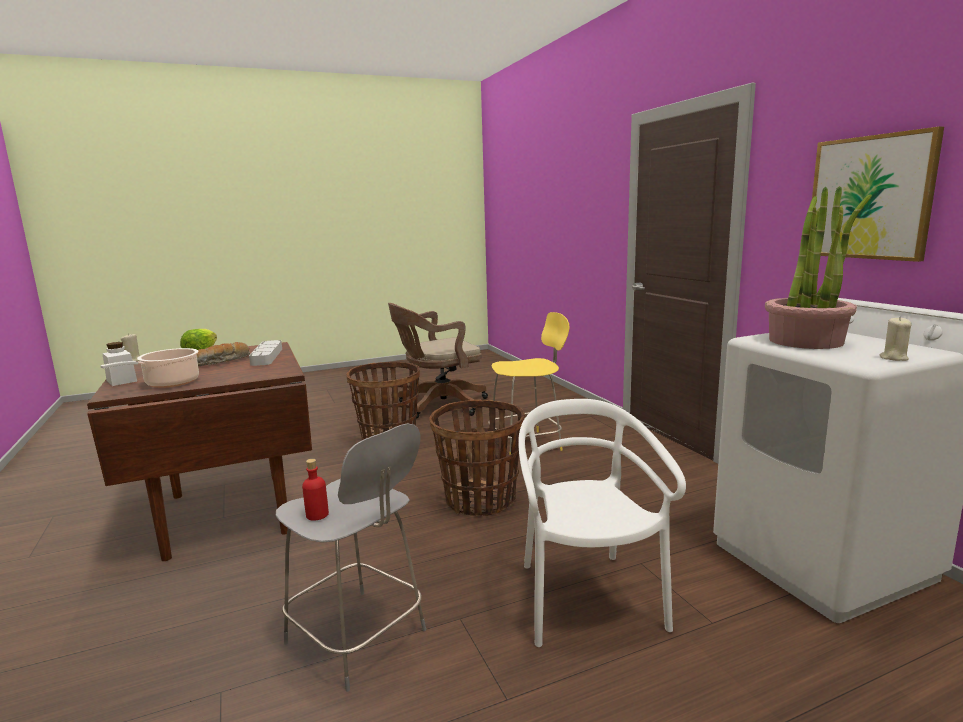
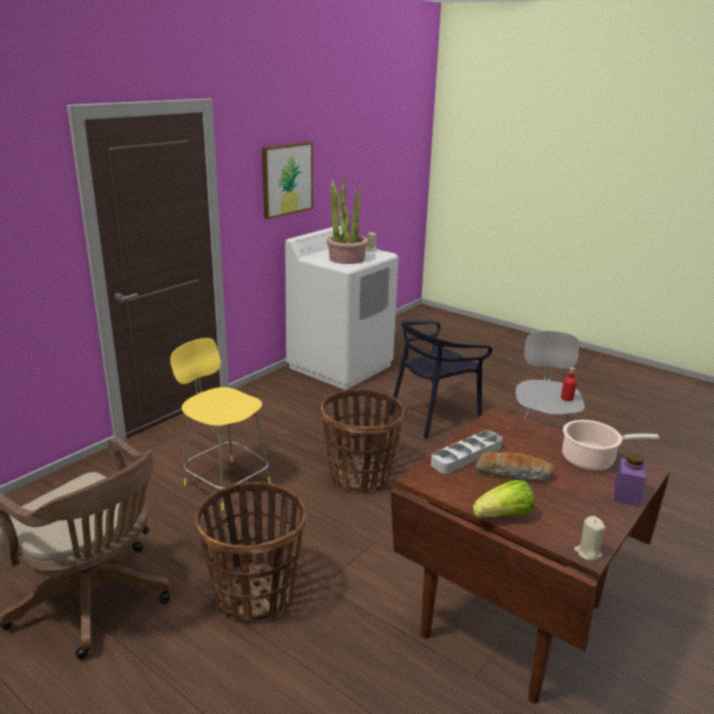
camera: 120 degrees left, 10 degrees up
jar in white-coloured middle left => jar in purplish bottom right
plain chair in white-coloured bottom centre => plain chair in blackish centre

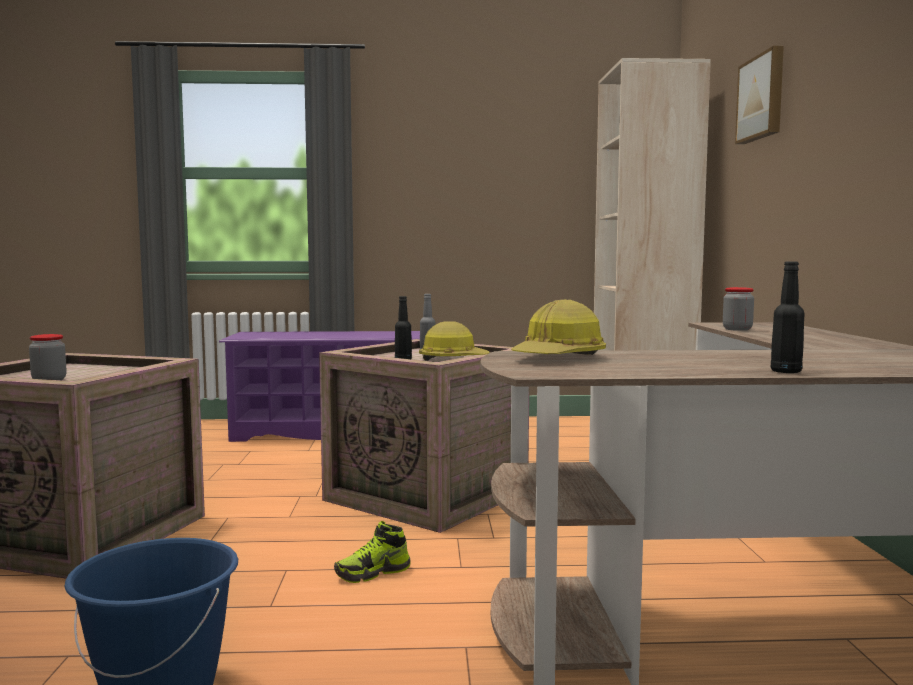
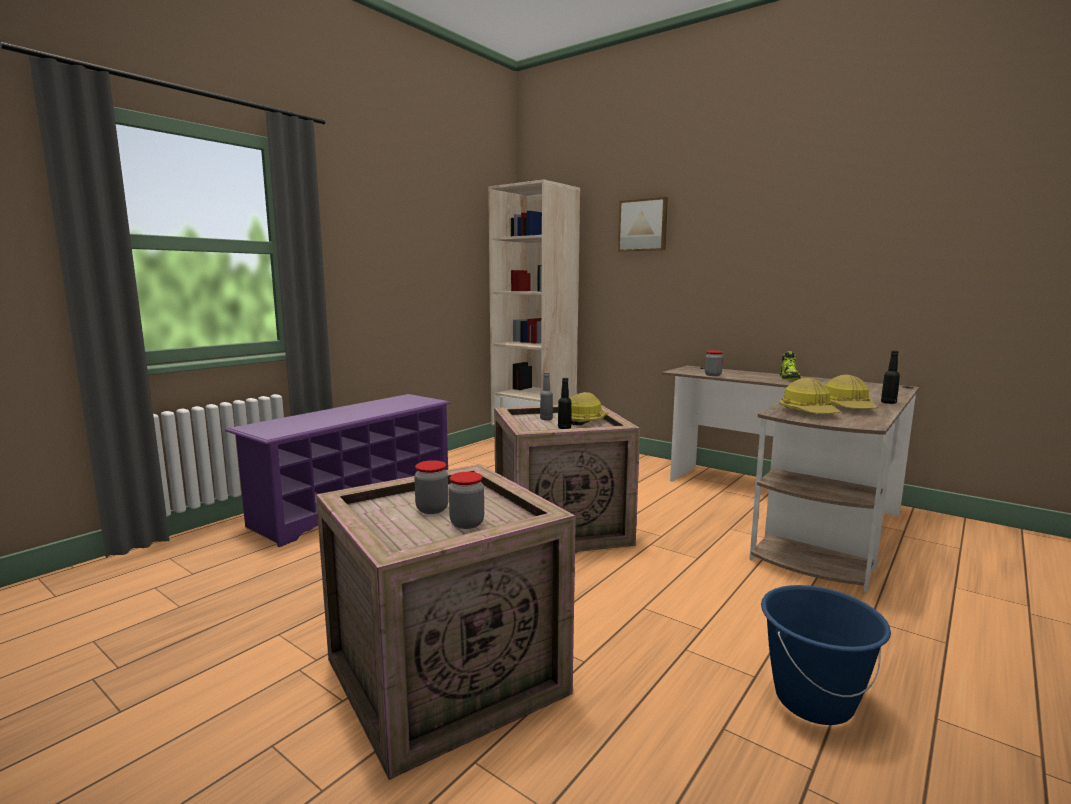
camera: 50 degrees left, 5 degrees up
item of footwear bottom centre => item of footwear middle right, move
nothing => jar (1st from left) centre
nothing => work helmet (3rd from left) middle right

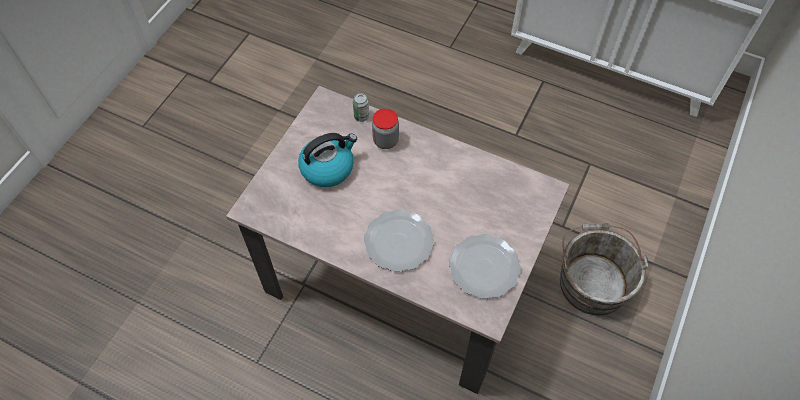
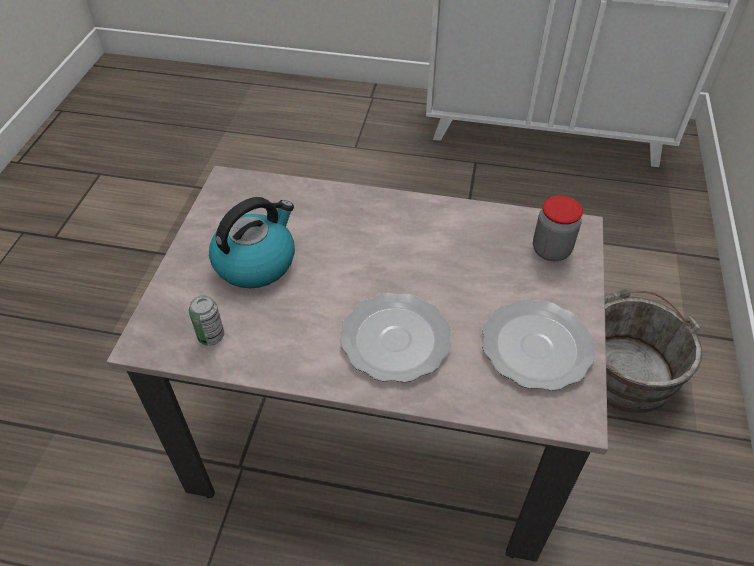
camera: 15 degrees left, 10 degrees down
sealed can top centre => sealed can middle left, move
jar top centre => jar middle right, move

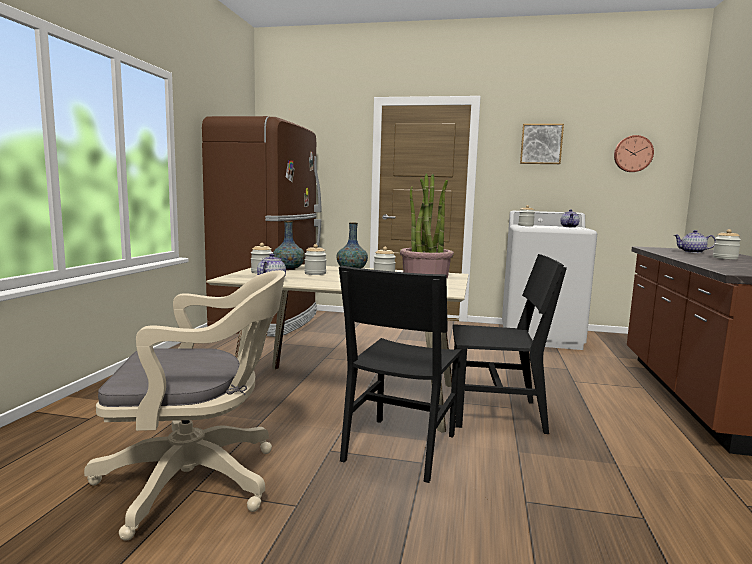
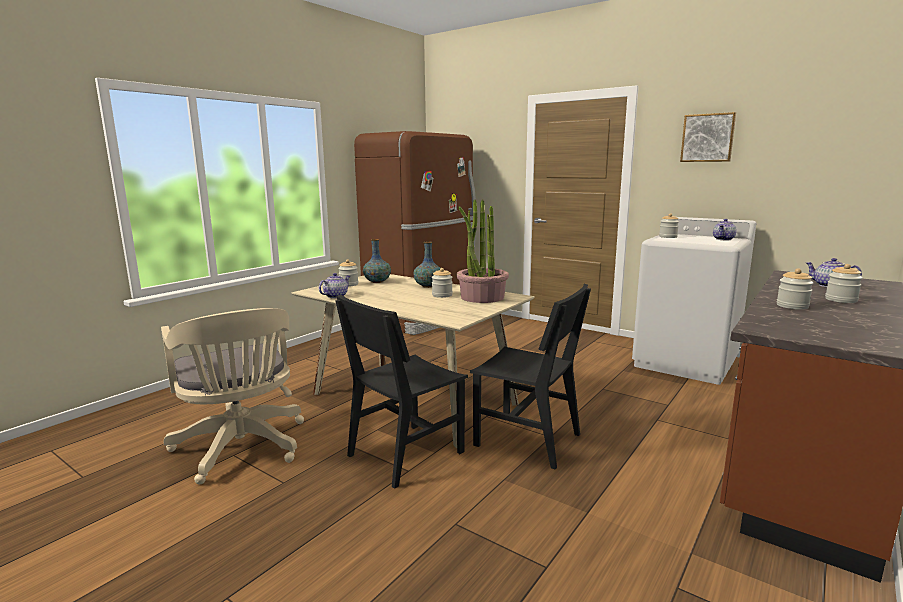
camera: 25 degrees right, 5 degrees up
desk chair in sand-coloured bottom left => desk chair in sand-coloured middle left, 45 degrees clockwise
jar (2nd from left in the first image) centre => jar (4th from left) middle right, move
clock on the wall top right => nothing

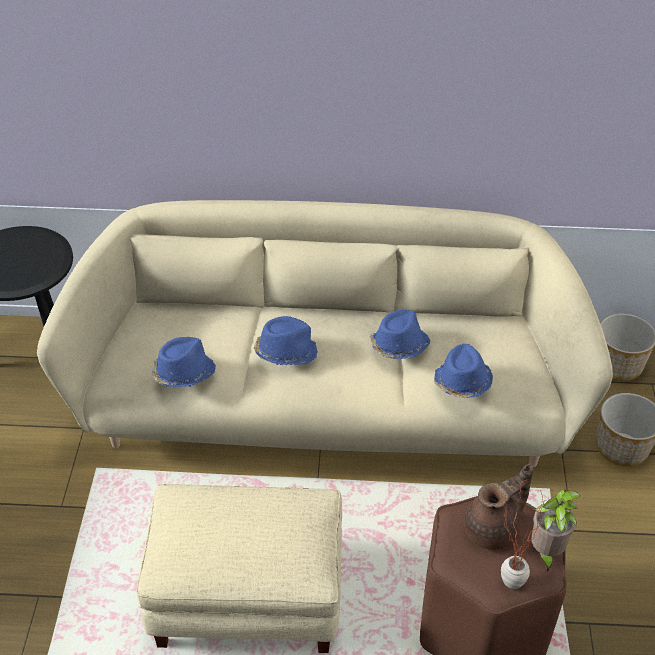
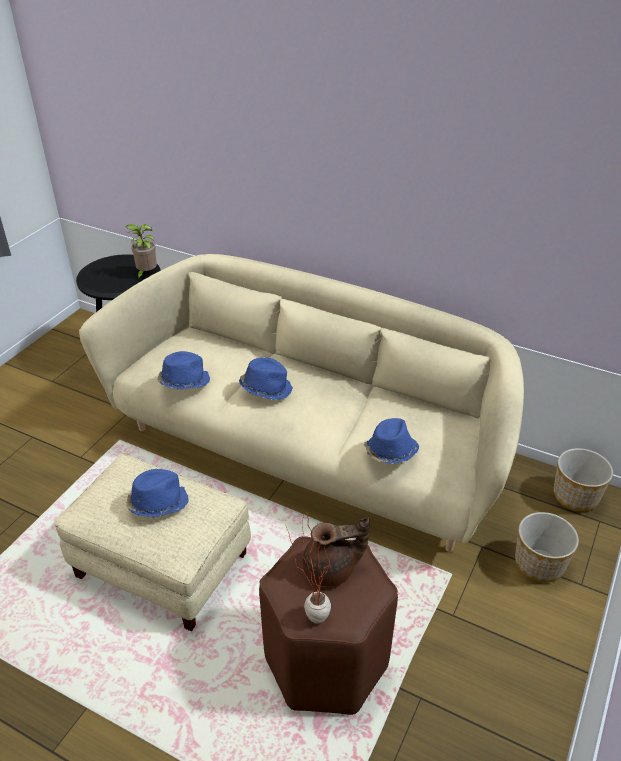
camera: 25 degrees right, 5 degrees down
clothing hat in blue-coloured (3rd from left in the first image) centre => clothing hat in blue-coloured (1st from left) middle left, move
potted plant (2nd from left in the first image) bottom right => potted plant (1st from left) top left, move

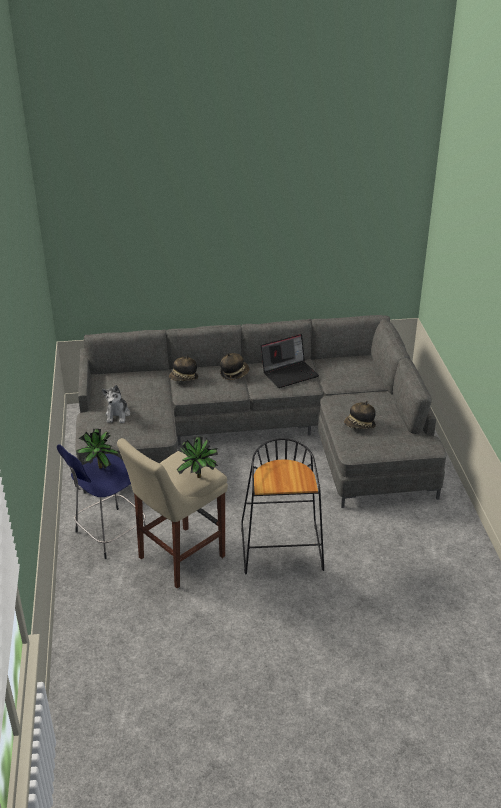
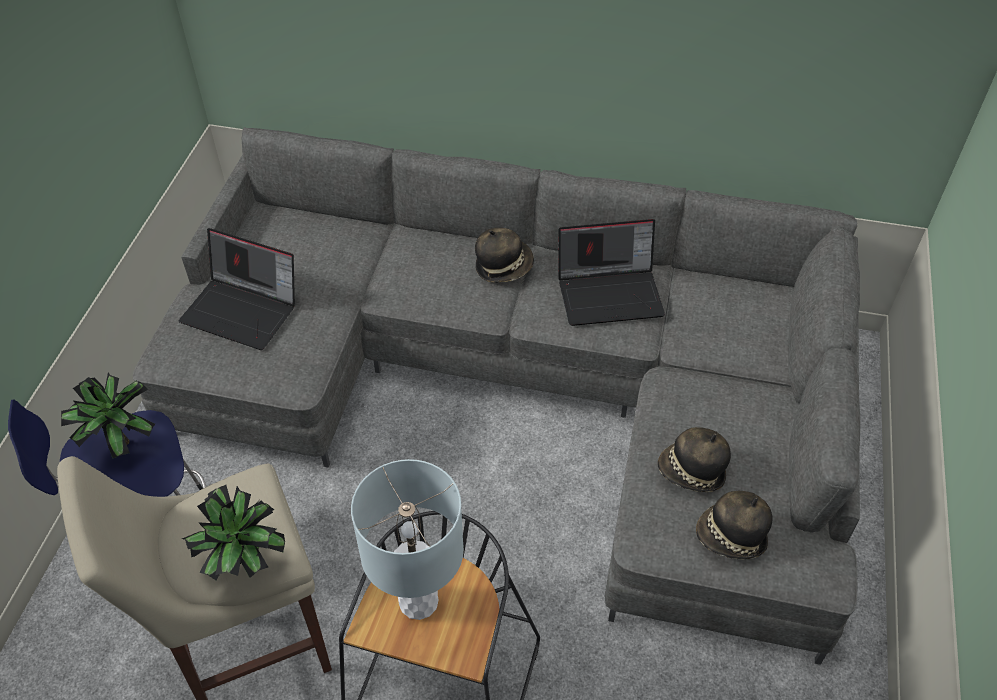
camera: 20 degrees right, 15 degrees up
soft toy middle left => laptop (1st from left) middle left
clothing hat (1st from left in the first image) centre => clothing hat (3rd from left) bottom right, move
nothing => lamp for a table in gray bottom centre

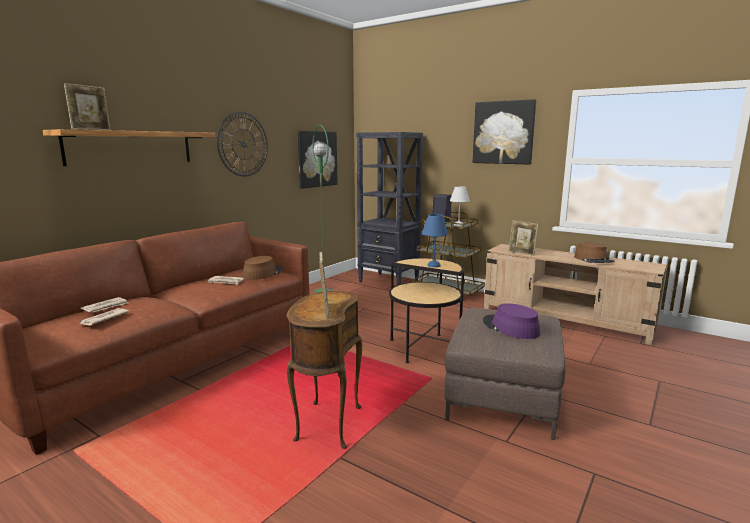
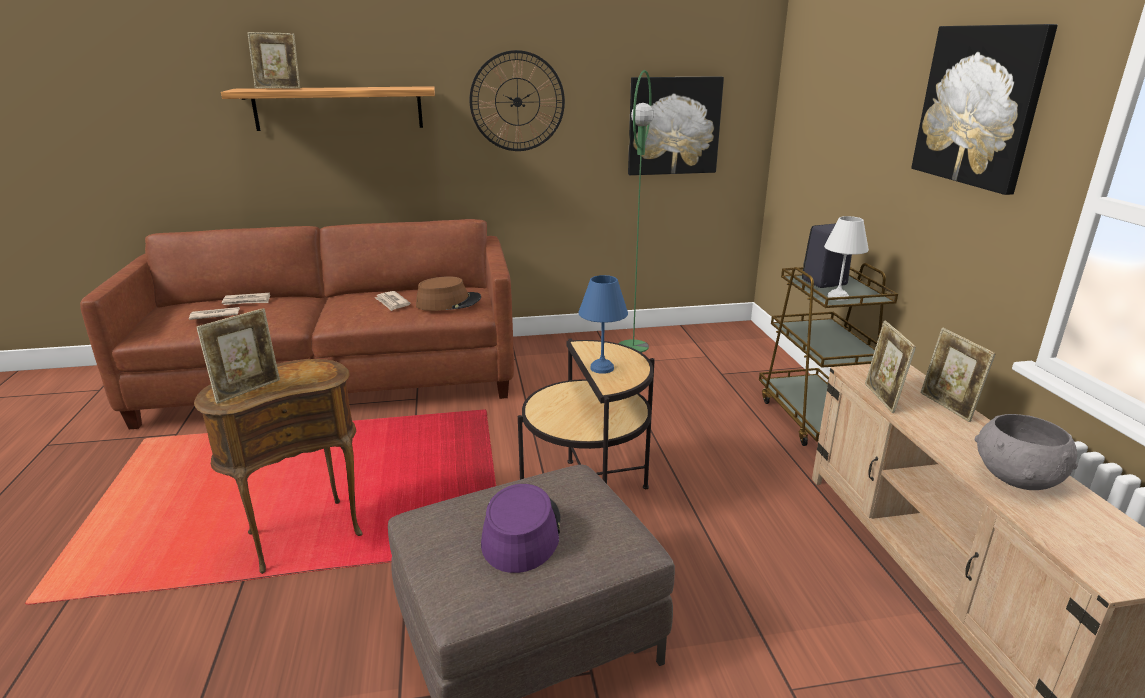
camera: 45 degrees right, 10 degrees up
bookshelf in blackish centre => nothing
clothing hat in brown-coloured (2nd from left) middle right => bowl in gray middle right
nothing => standing frame (4th from left) middle right

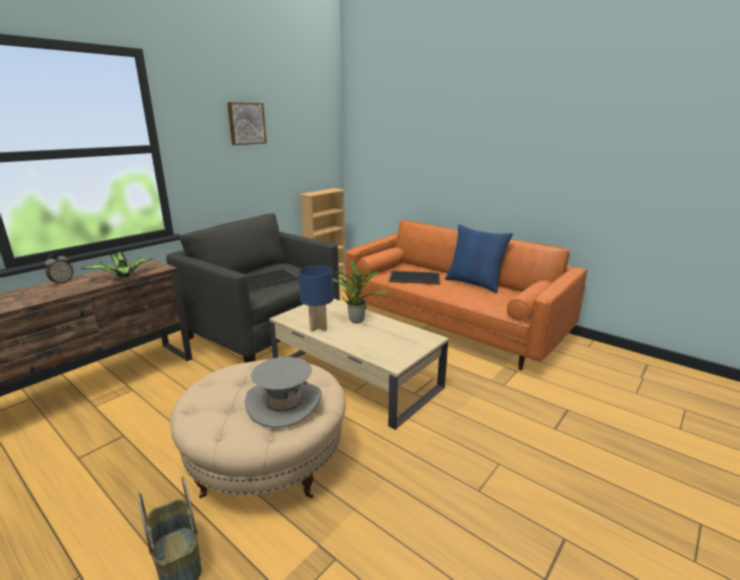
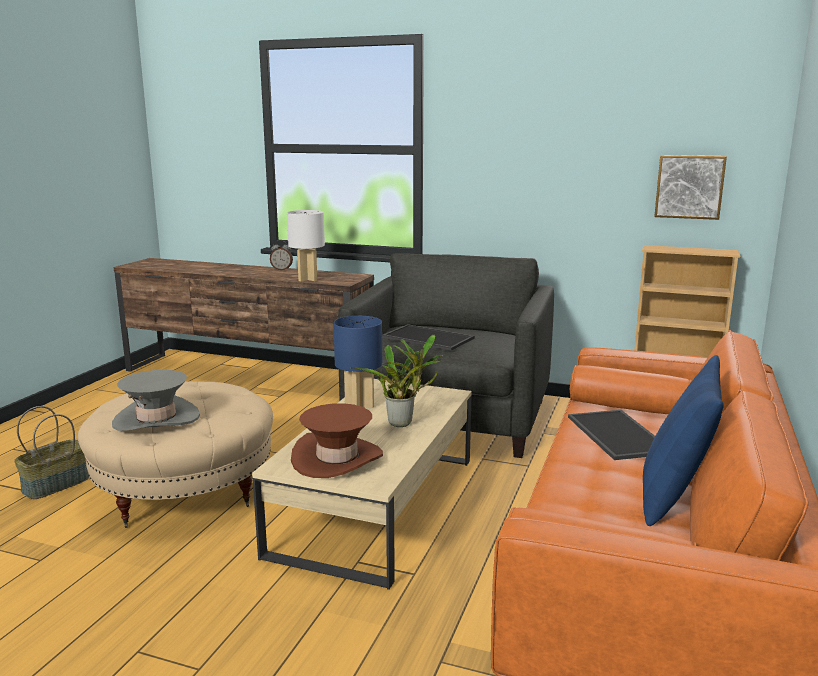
camera: 70 degrees right, 5 degrees down
potted plant (1st from left) middle left => lamp for a table in white-coloured centre
wall picture top centre => wall picture top right, move
nothing => clothing hat in brown-coloured centre

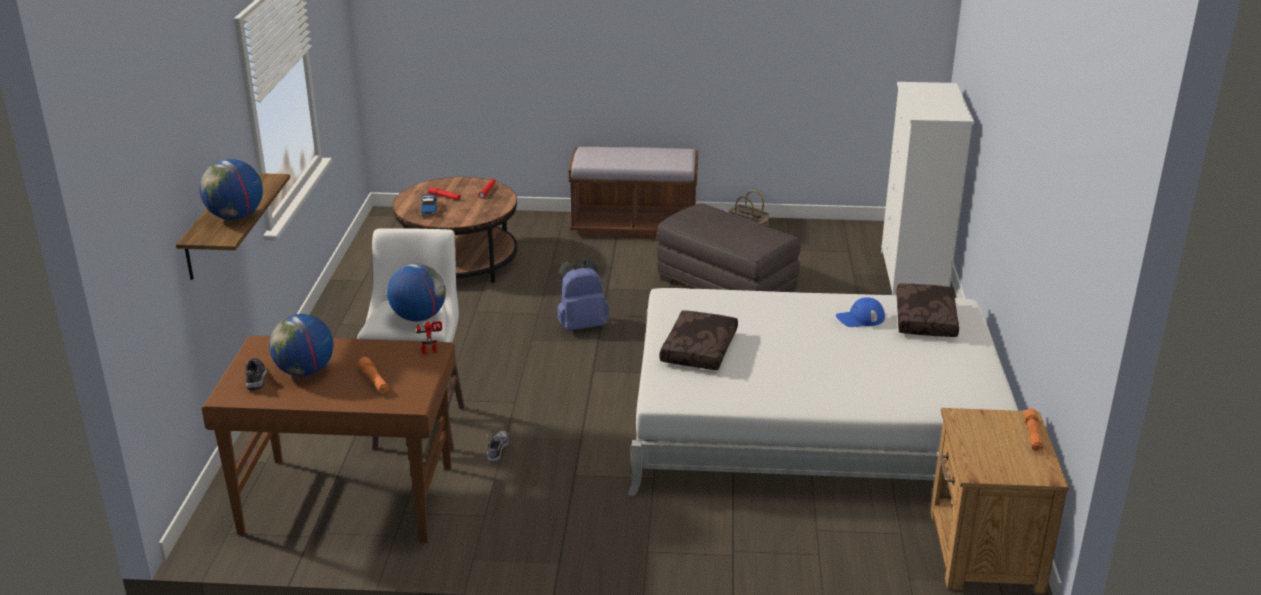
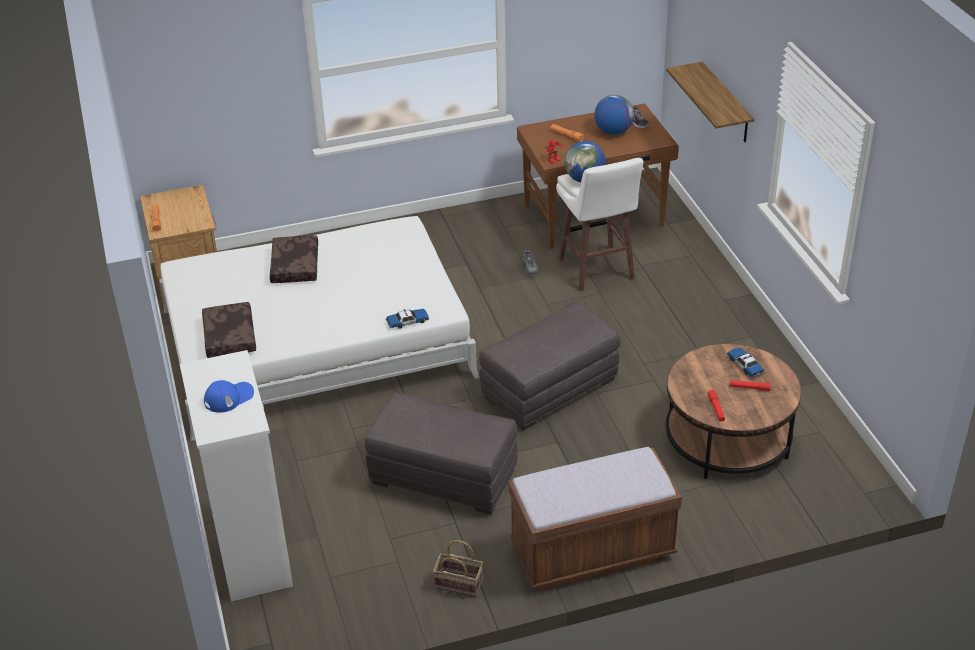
camera: 160 degrees right, 10 degrees up
world globe (1st from left) top left => nothing
knapsack in blue-coloured centre => ottoman in gray (2nd from left) centre
cushion in brown-coloured (1st from left in the first image) centre => cushion in brown-coloured (2nd from left) middle left, move
peaked cap in blue-coloured middle right => peaked cap in blue-coloured middle left, move
nothing => model car (1st from left) centre

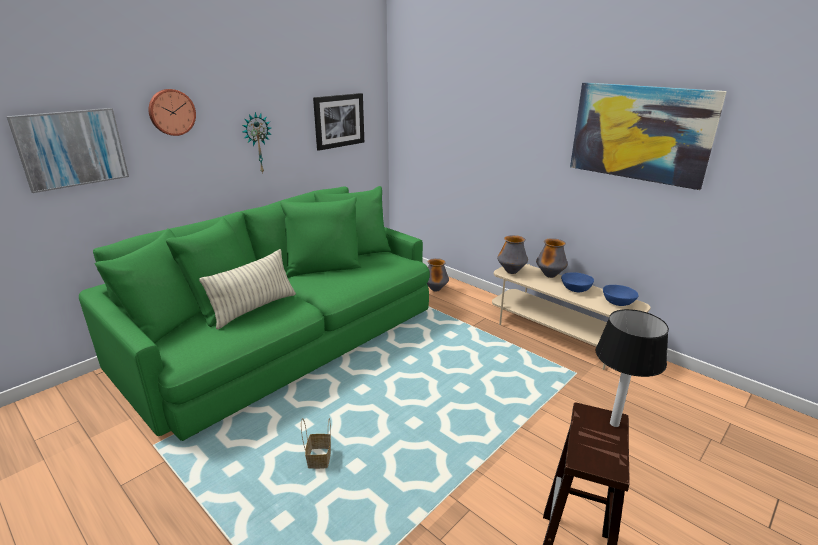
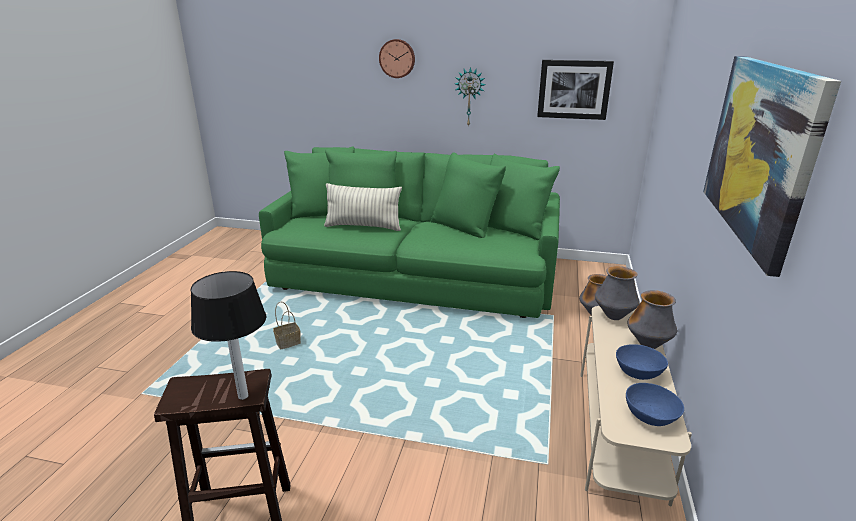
camera: 60 degrees right, 0 degrees up
wall picture (1st from left) top left => nothing

